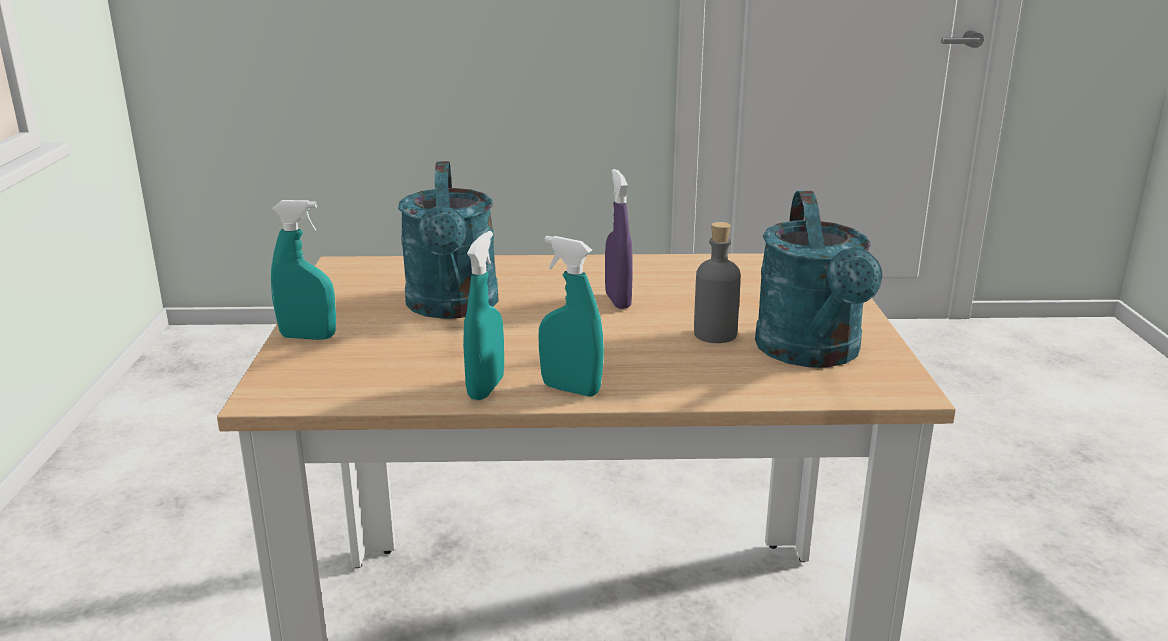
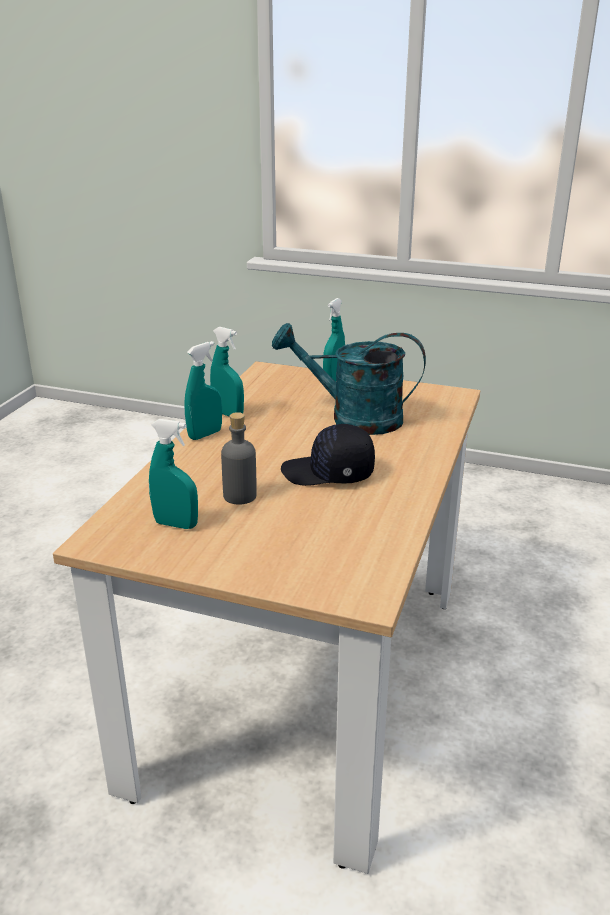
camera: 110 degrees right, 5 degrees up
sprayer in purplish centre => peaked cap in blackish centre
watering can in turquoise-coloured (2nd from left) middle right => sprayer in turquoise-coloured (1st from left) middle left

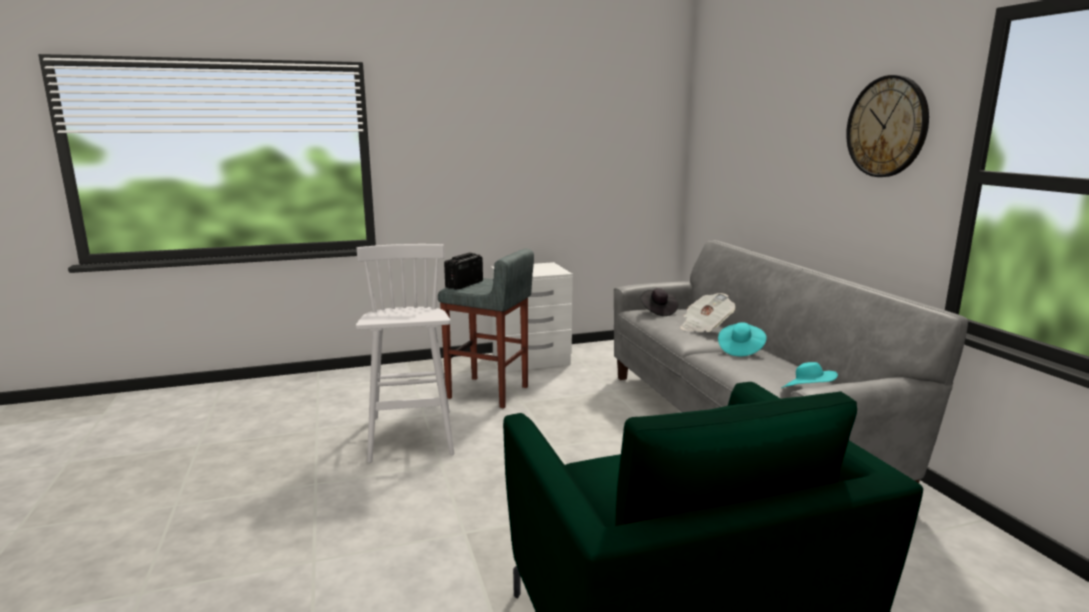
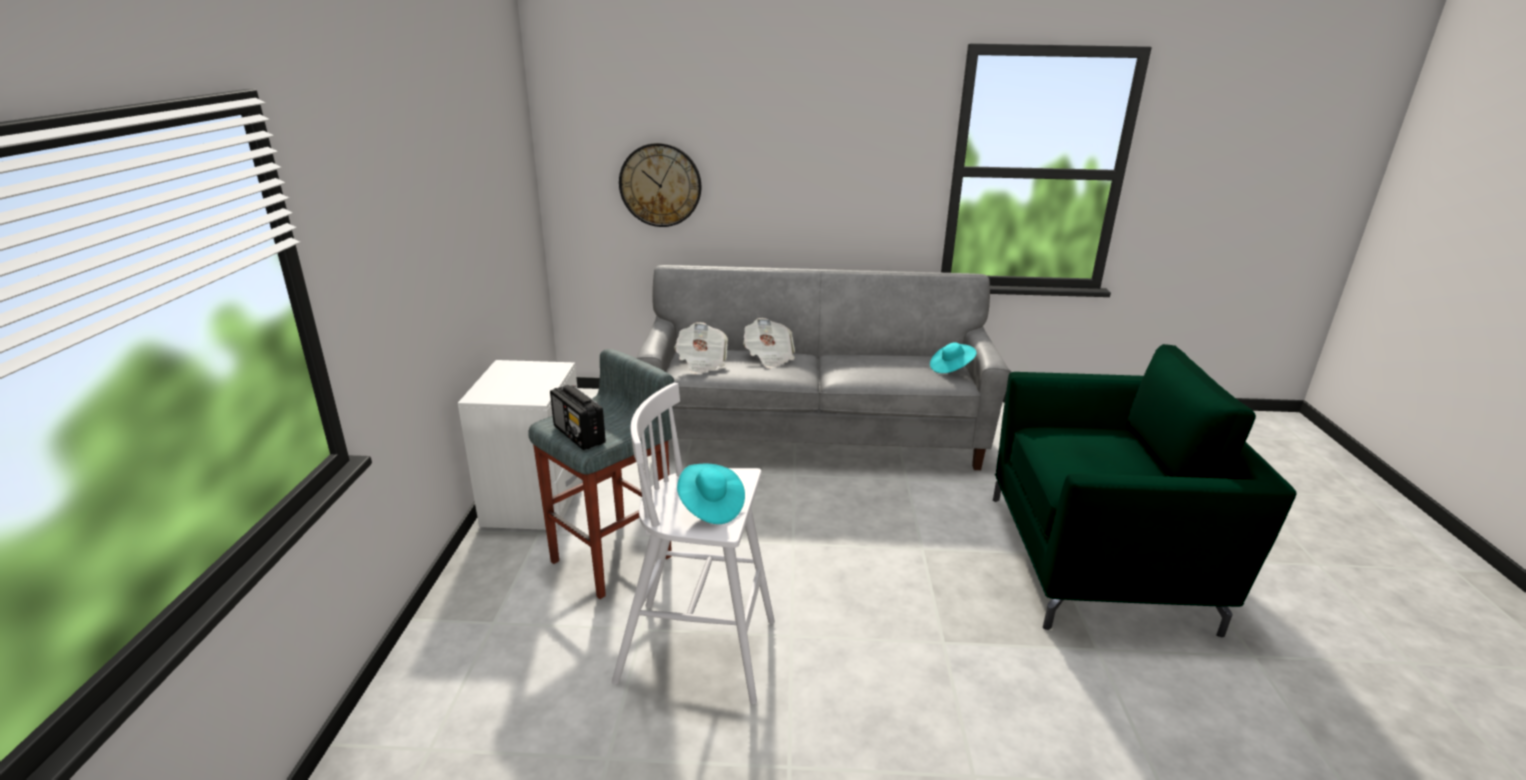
camera: 70 degrees left, 10 degrees up
clothing hat in blackish centre => newspaper (1st from left) centre
clothing hat in turquoise-coloured (1st from left) middle right => clothing hat in turquoise-coloured (1st from left) centre, move
clock on the wall top right => clock on the wall top centre, move

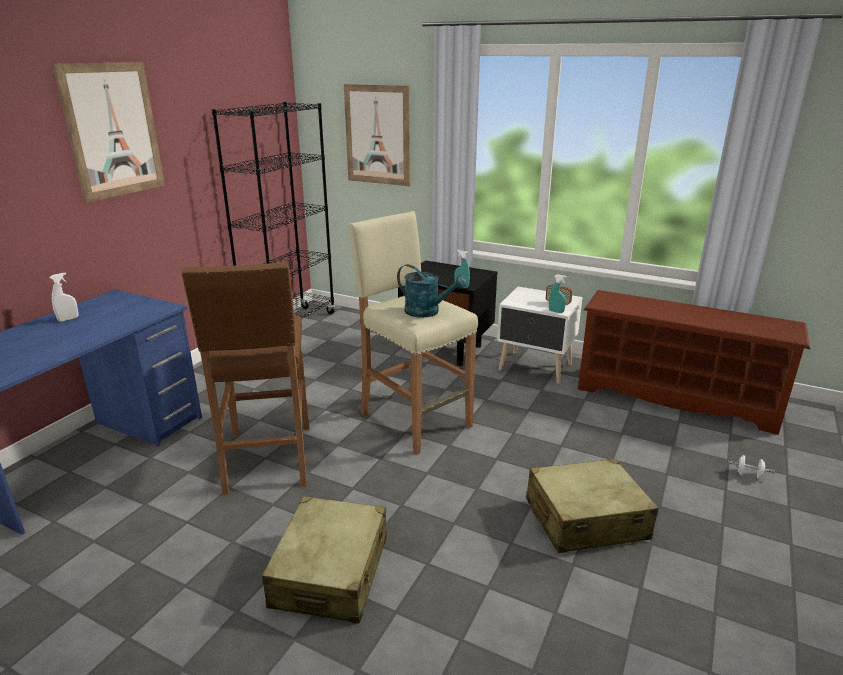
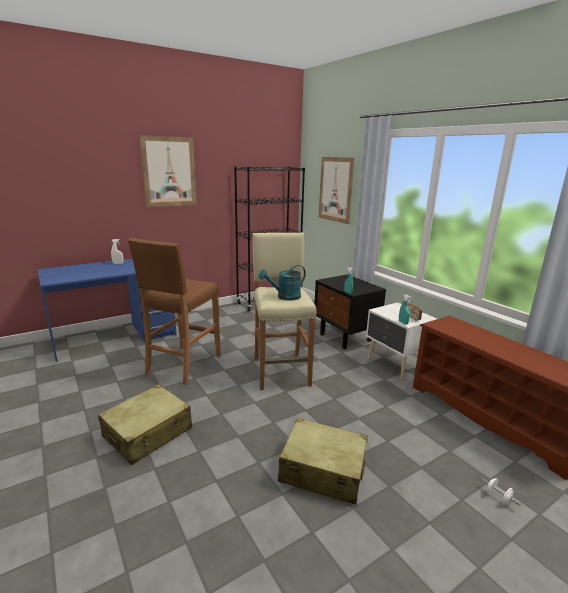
camera: 30 degrees right, 5 degrees down
watering can in turquoise-coloured centre, 90 degrees clockwise

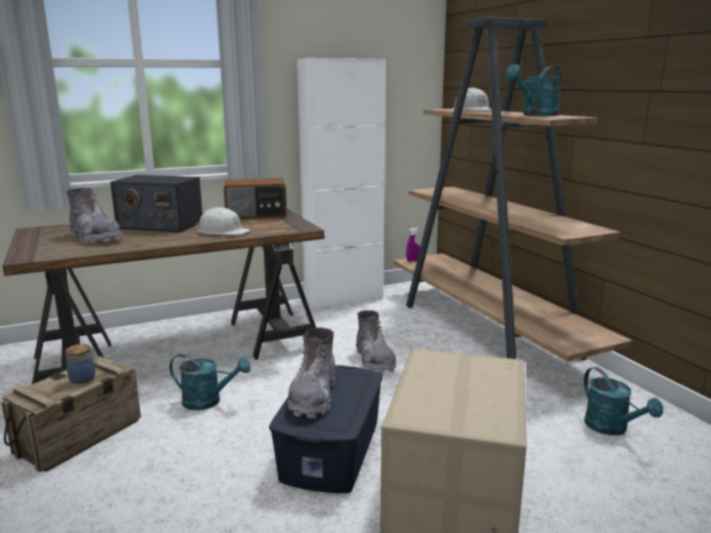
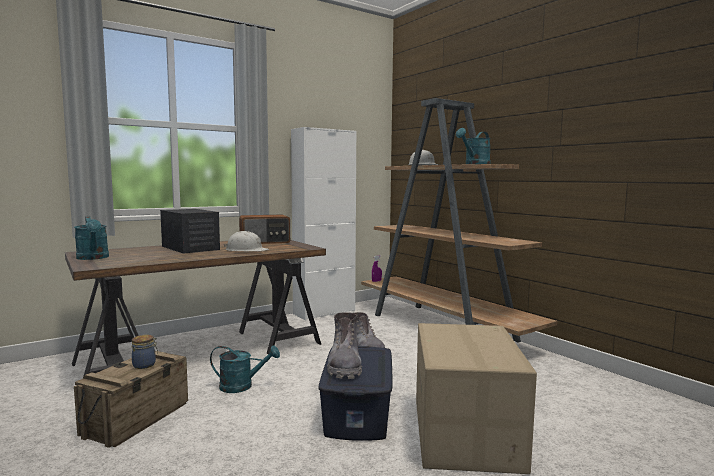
camera: 10 degrees left, 10 degrees down
boot in gray (1st from left) middle left => nothing
radio receiver (1st from left) middle left, 135 degrees counterclockwise
watering can in turquoise-coloured (3rd from left in the first image) bottom right => watering can in turquoise-coloured (1st from left) middle left, move

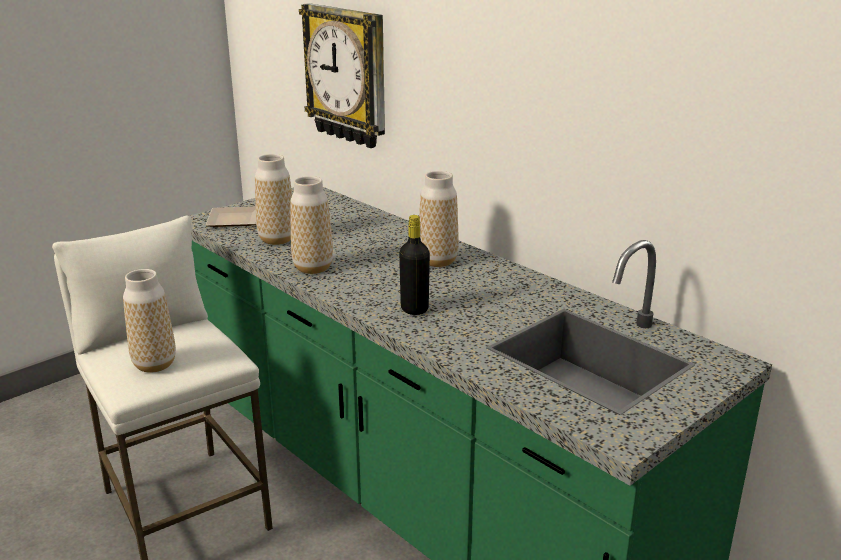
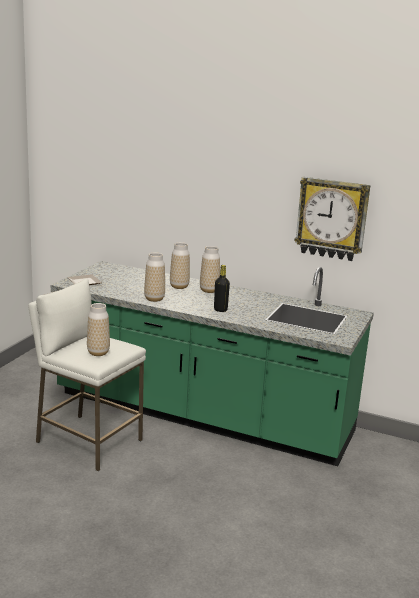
camera: 25 degrees left, 5 degrees down
decorative vase (2nd from left in the first image) middle left => decorative vase (3rd from left) centre, move
clock on the wall top centre => clock on the wall middle right, move

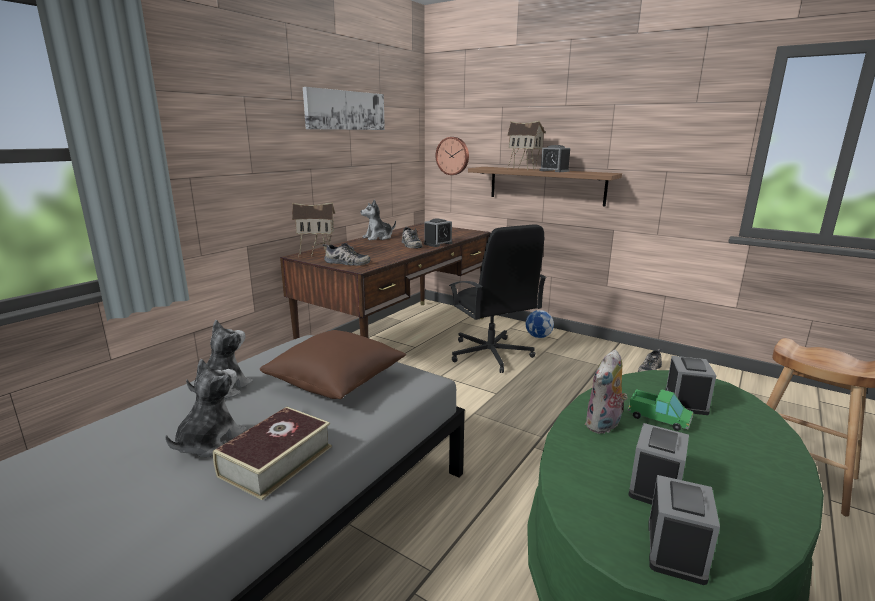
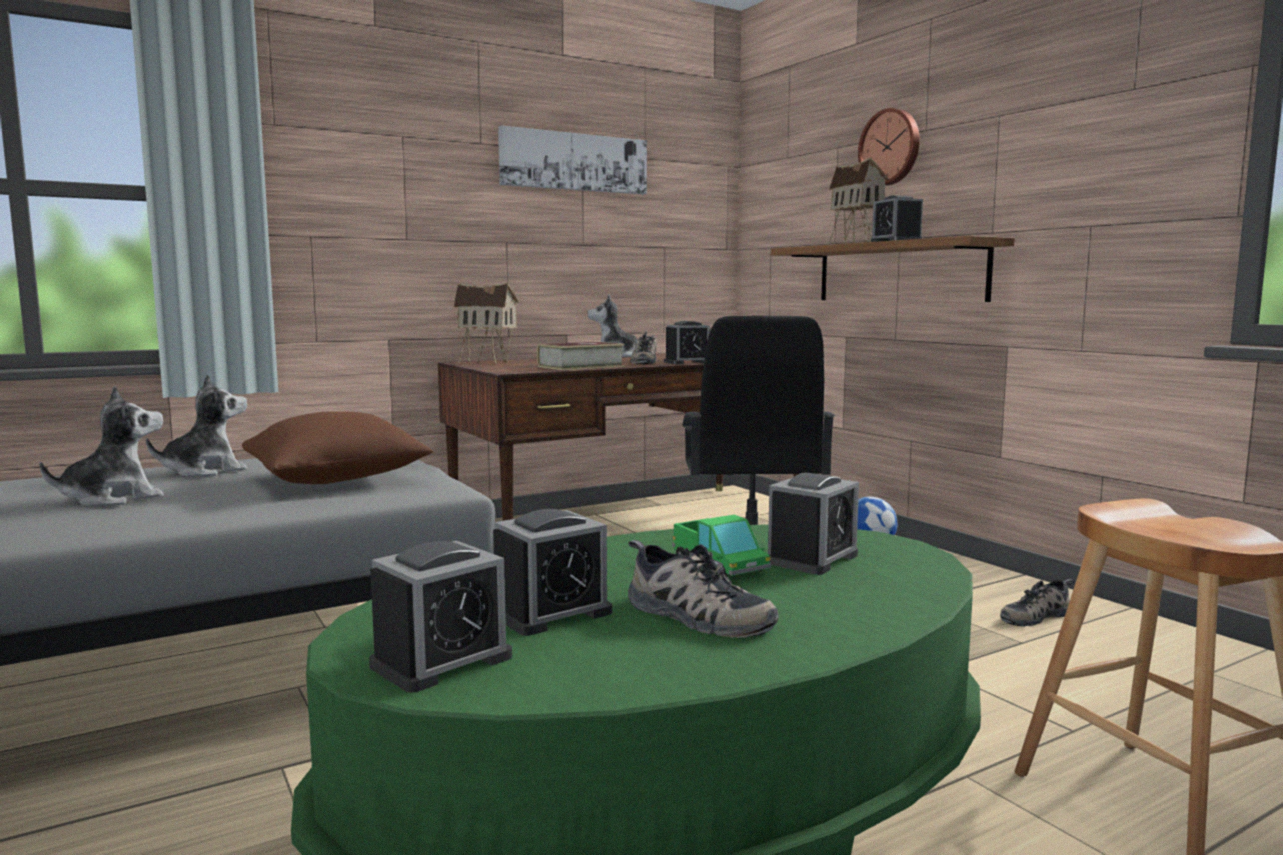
camera: 25 degrees right, 10 degrees down
volume bottom left => volume centre, move
item of footwear (1st from left in the first image) centre => item of footwear (2nd from left) bottom centre, move
clock on the wall top centre => clock on the wall top right, move
soft toy (4th from left) middle right => nothing

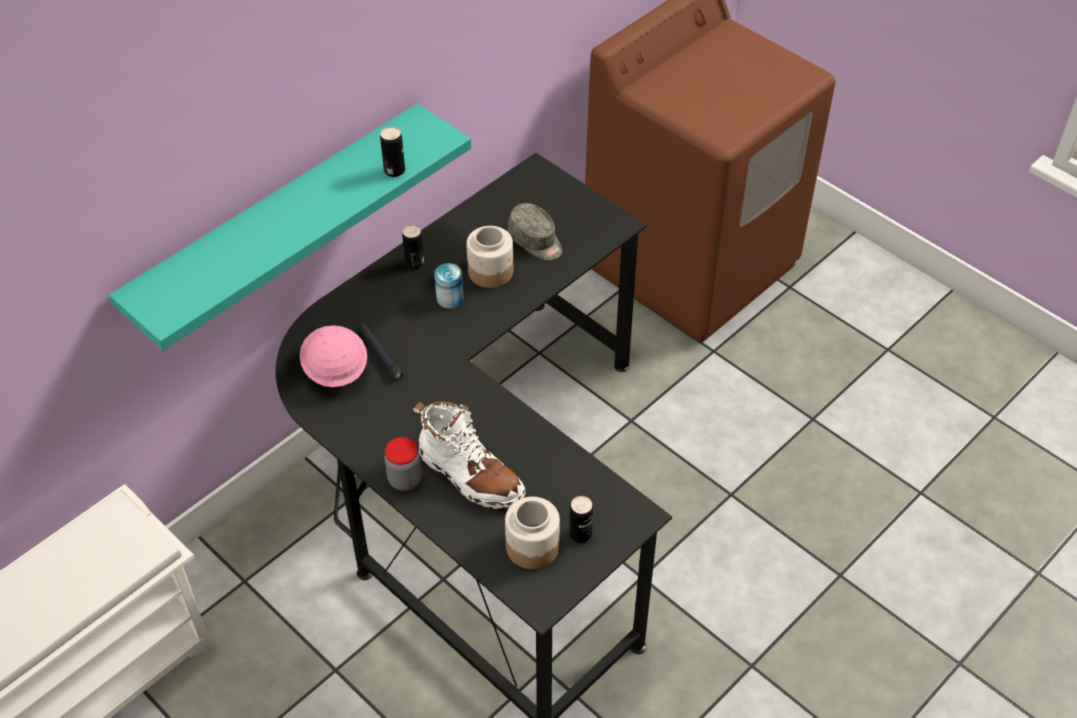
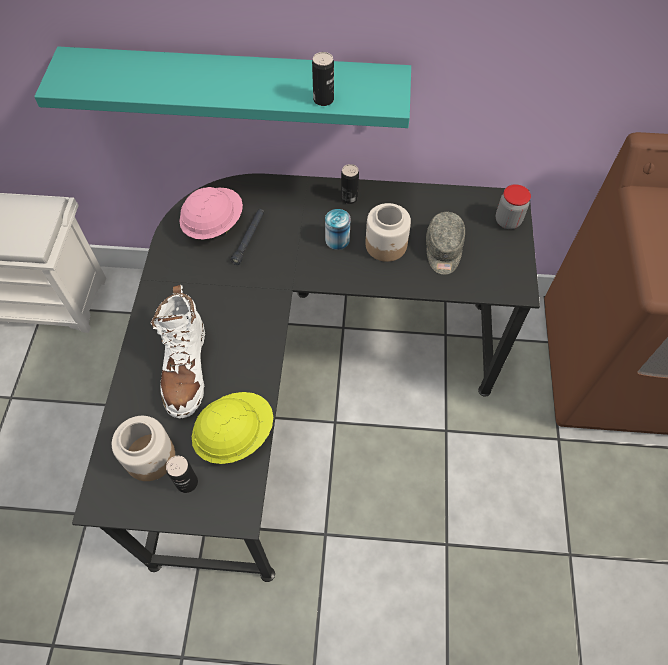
camera: 50 degrees right, 10 degrees up
jar (1st from left in the first image) centre => jar (3rd from left) top right, move
nothing => work helmet in yellow-coloured centre

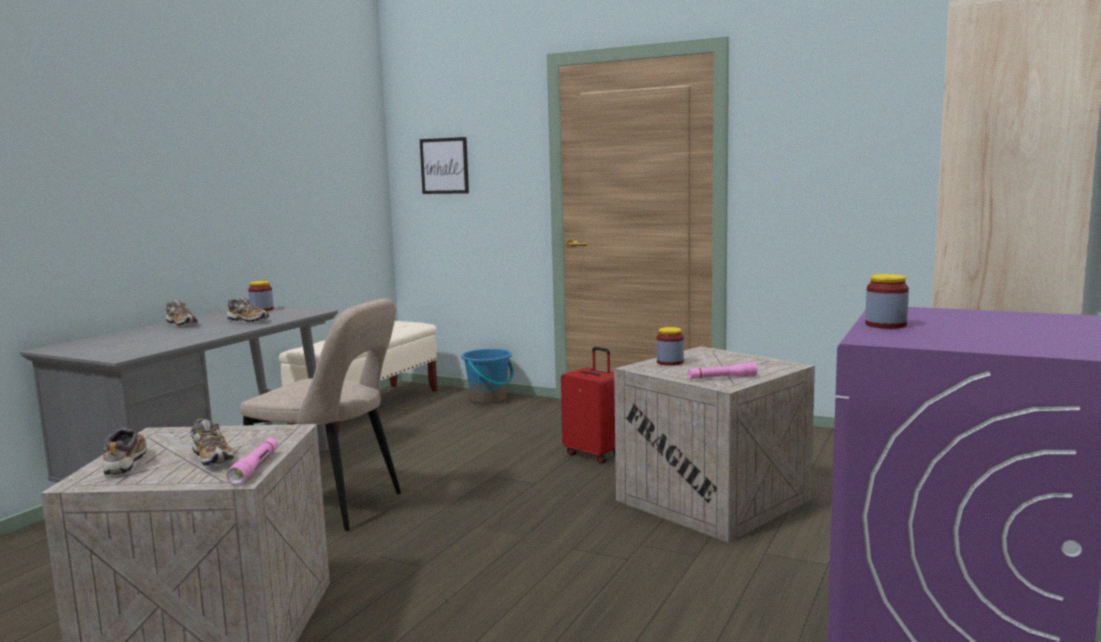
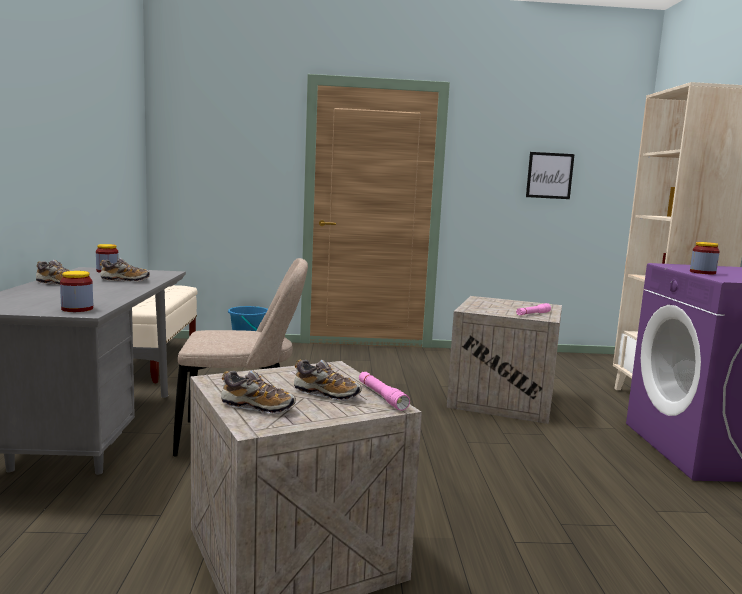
camera: 30 degrees left, 0 degrees up
item of footwear (1st from left in the first image) bottom left => item of footwear (3rd from left) centre, 150 degrees clockwise
wall picture top centre => wall picture top right, move
suitcase in red centre => nothing
jar (2nd from left in the first image) centre => jar (1st from left) middle left, move

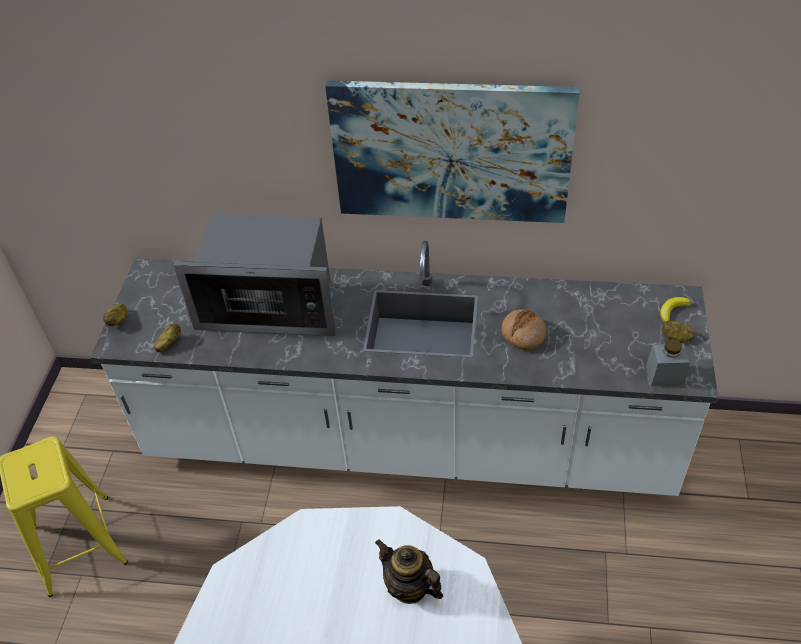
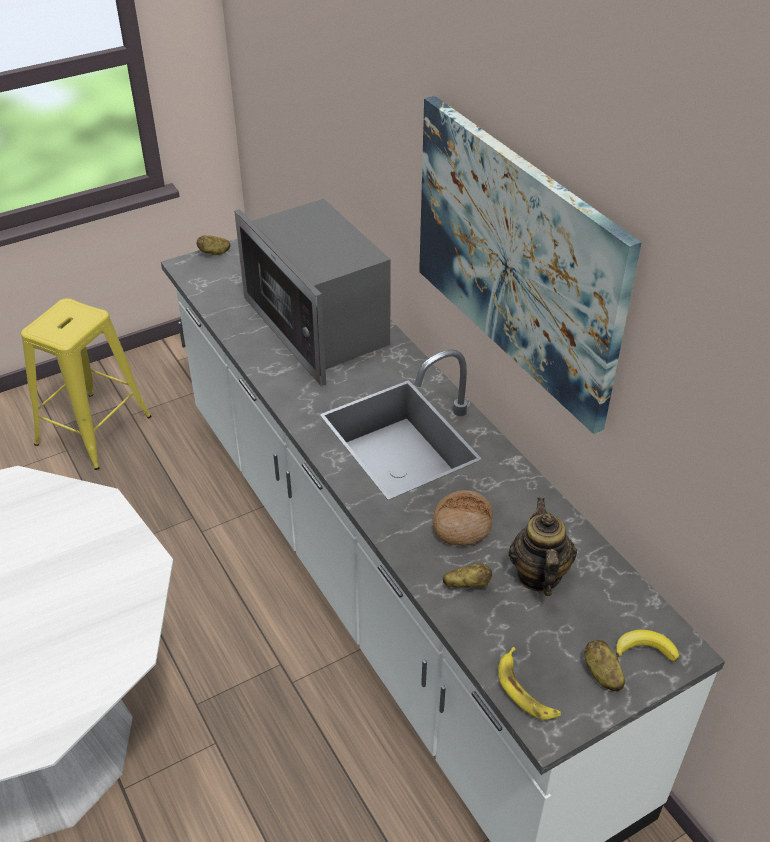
camera: 50 degrees right, 5 degrees down
potato (2nd from left) middle left => potato (2nd from left) bottom centre, move
pot for tea bottom centre => pot for tea middle right, move
jar in gray middle right => banana fruit (1st from left) bottom right

